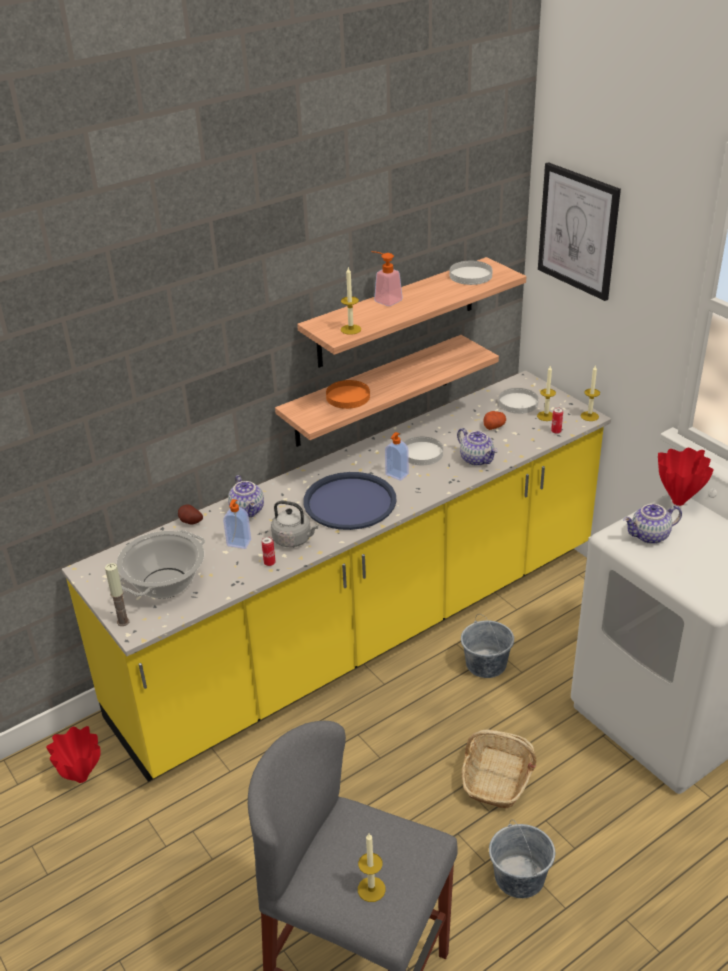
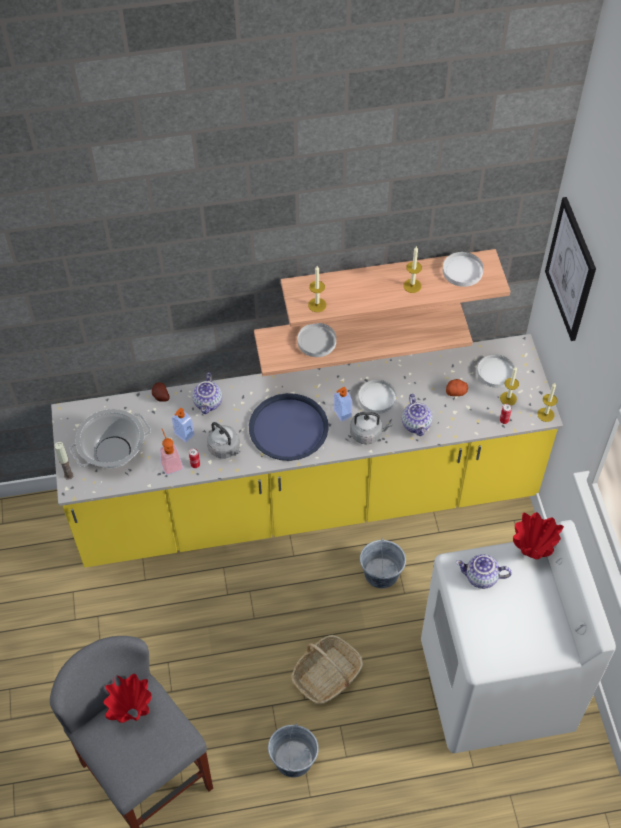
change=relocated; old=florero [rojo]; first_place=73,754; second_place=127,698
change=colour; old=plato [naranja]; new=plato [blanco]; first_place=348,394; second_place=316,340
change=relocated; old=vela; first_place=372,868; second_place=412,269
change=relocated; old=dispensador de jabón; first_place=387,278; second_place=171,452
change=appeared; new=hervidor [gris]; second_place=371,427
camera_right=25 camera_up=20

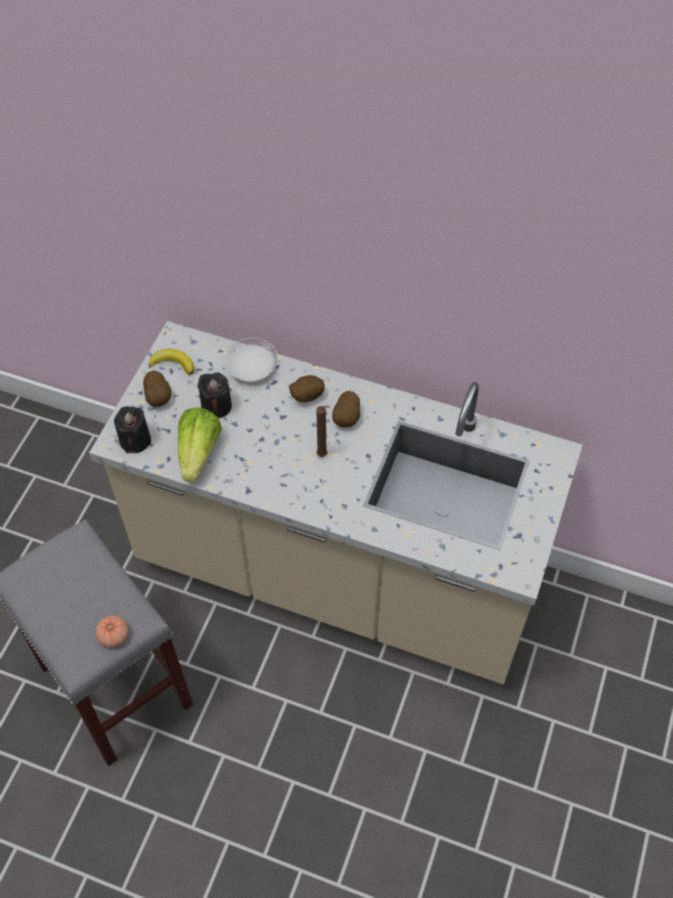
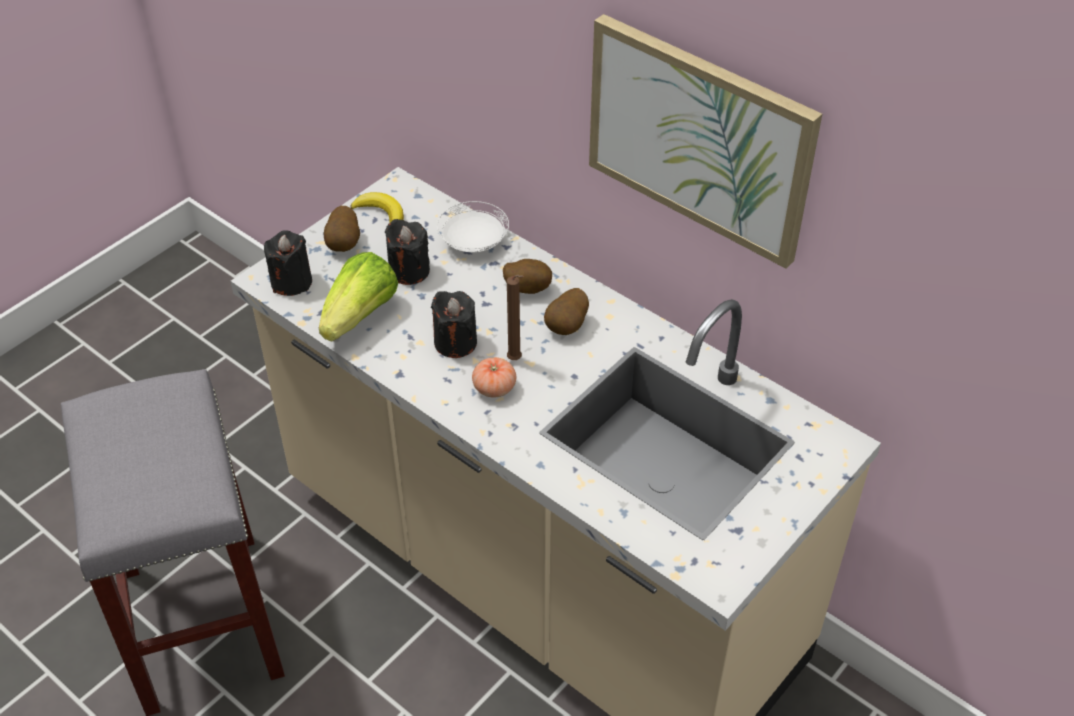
change=relocated; old=tomate; first_place=112,631; second_place=494,377
change=appeared; new=vela [negro]; second_place=454,324
change=appeared; new=cuadro; second_place=705,141
camera_right=20 camera_up=-10

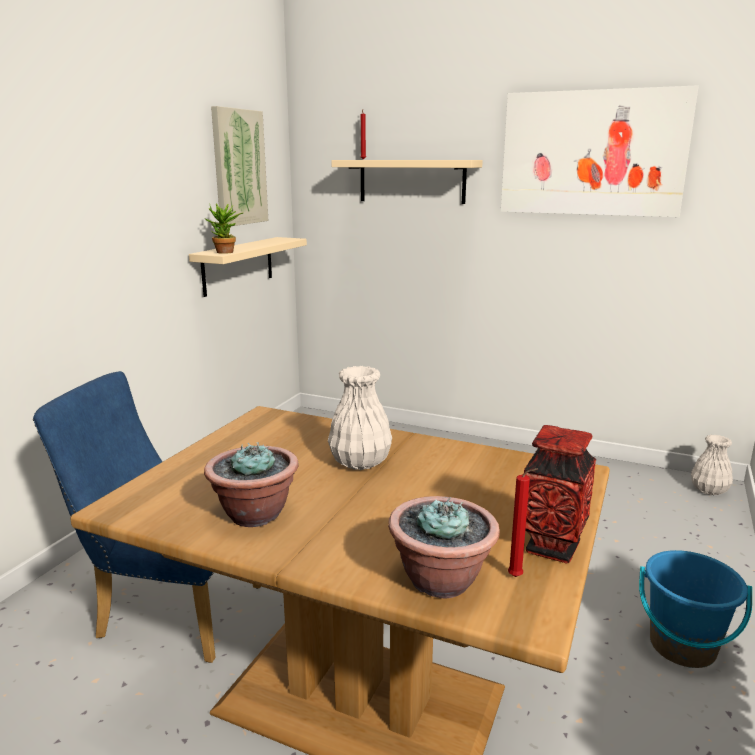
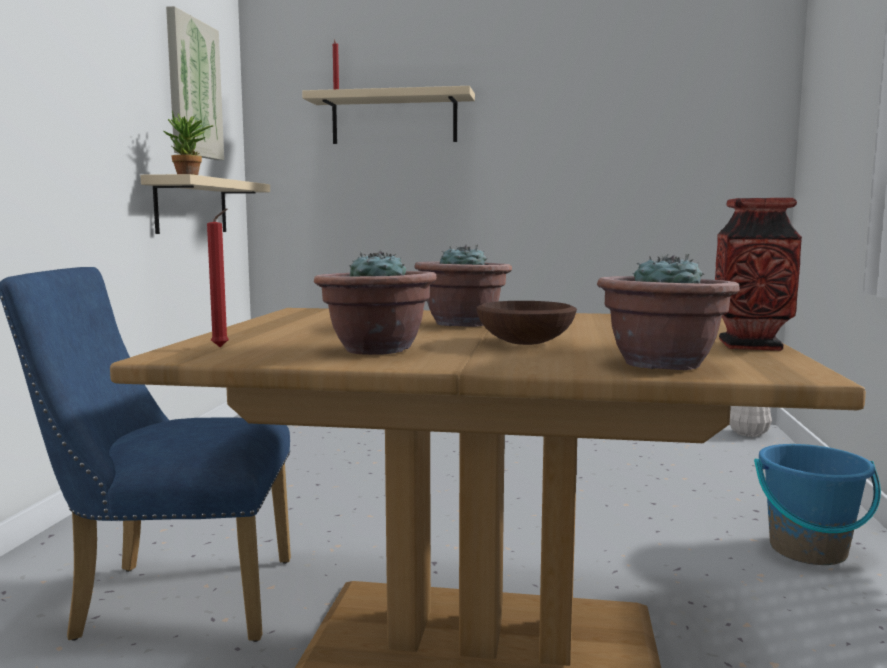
change=exchanged; old=florero [blanco]; new=planta en maceta; first_place=360,418; second_place=463,286
change=missing; old=cuadro; first_place=600,151
change=relocated; old=vela [rojo]; first_place=523,522; second_place=218,278
change=appeared; new=cuenco [marrón]; second_place=526,323
camera_right=-15 camera_up=-10

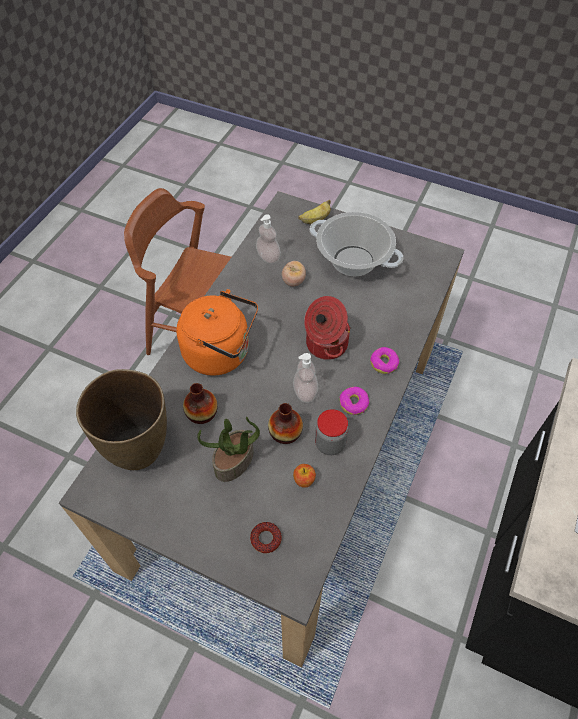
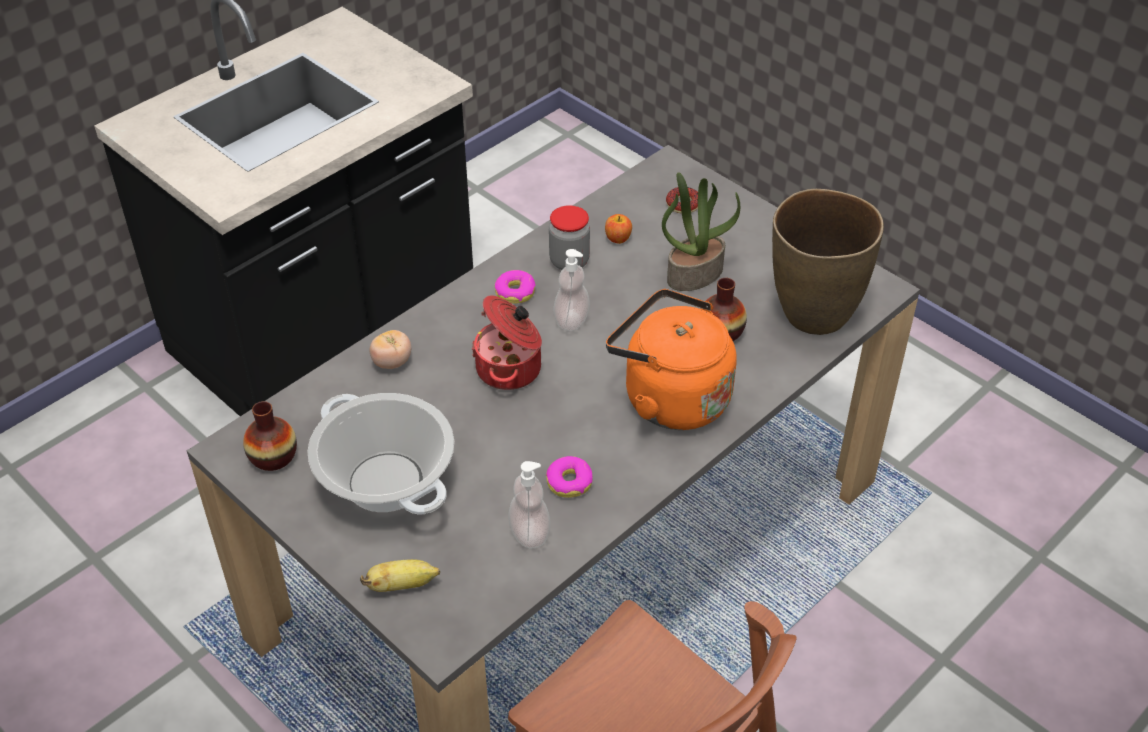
change=relocated; old=florero; first_place=285,423; second_place=270,436
change=relocated; old=tomate; first_place=294,273; second_place=390,349
change=relocated; old=rosquilla; first_place=384,360; second_place=569,477
camera_right=-160 camera_up=-10

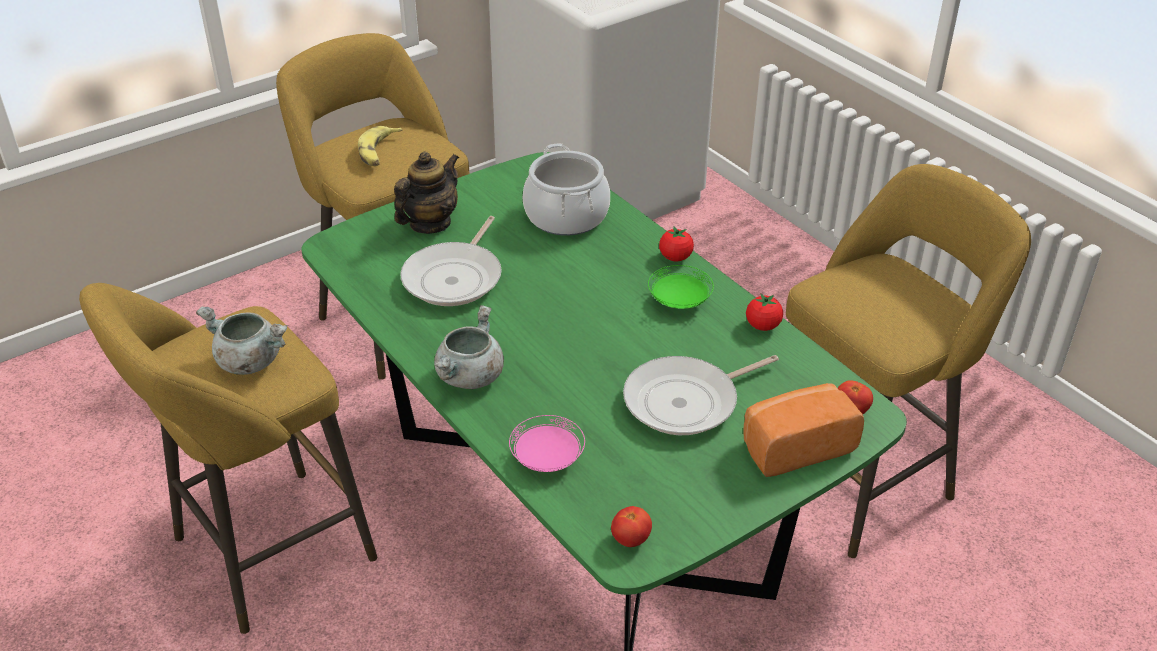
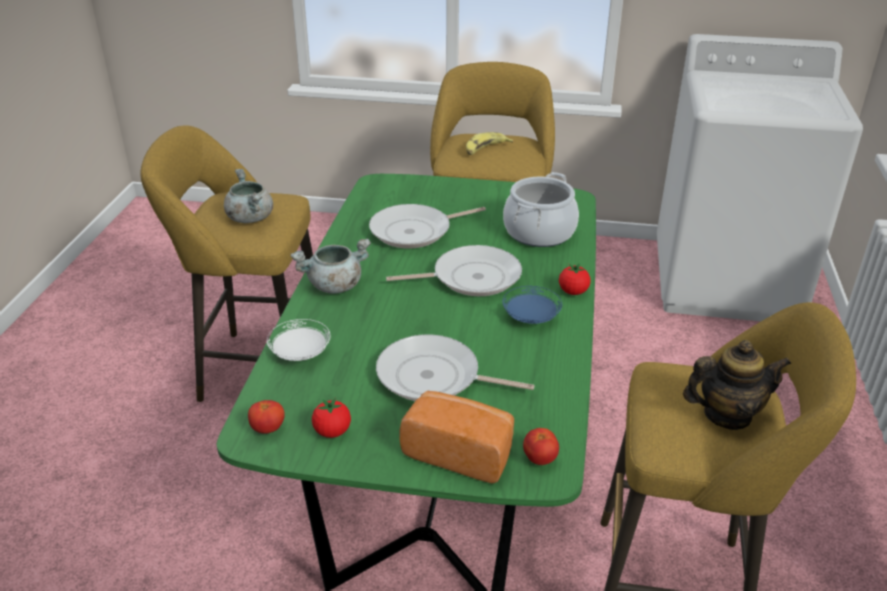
change=relocated; old=tetera; first_place=426,193; second_place=737,385
change=colour; old=plato [rosa]; new=plato [blanco]; first_place=547,443; second_place=299,340
change=colour; old=plato [verde]; new=plato [azul]; first_place=681,287; second_place=532,305
change=relocated; old=tomate; first_place=764,312; second_place=331,417
change=appeared; new=sartén; second_place=454,270
camera_right=45 camera_up=-5

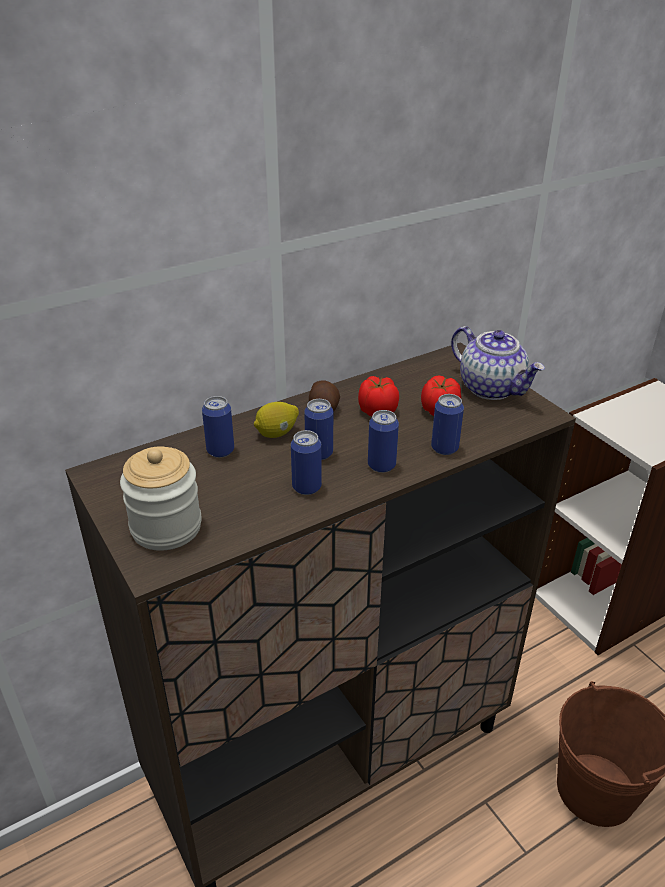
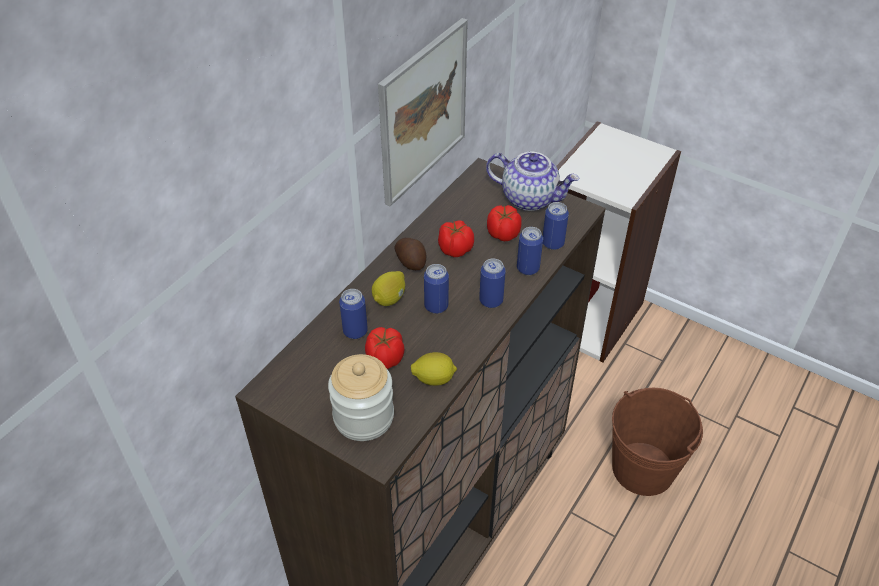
change=relocated; old=lata; first_place=306,462; second_place=556,226
change=appeared; new=tomate; second_place=385,348
change=appeared; new=cuadro; second_place=423,112
change=appeared; new=limón; second_place=434,369
camera_right=-25 camera_up=10

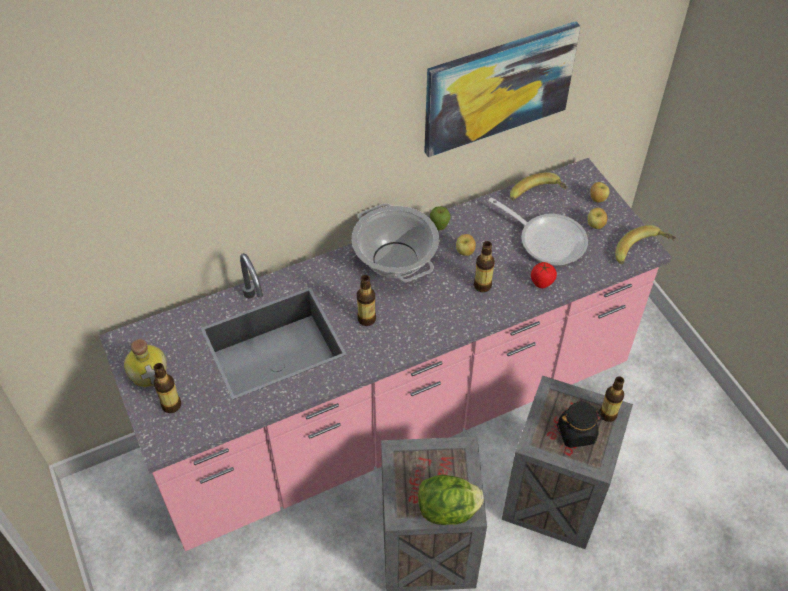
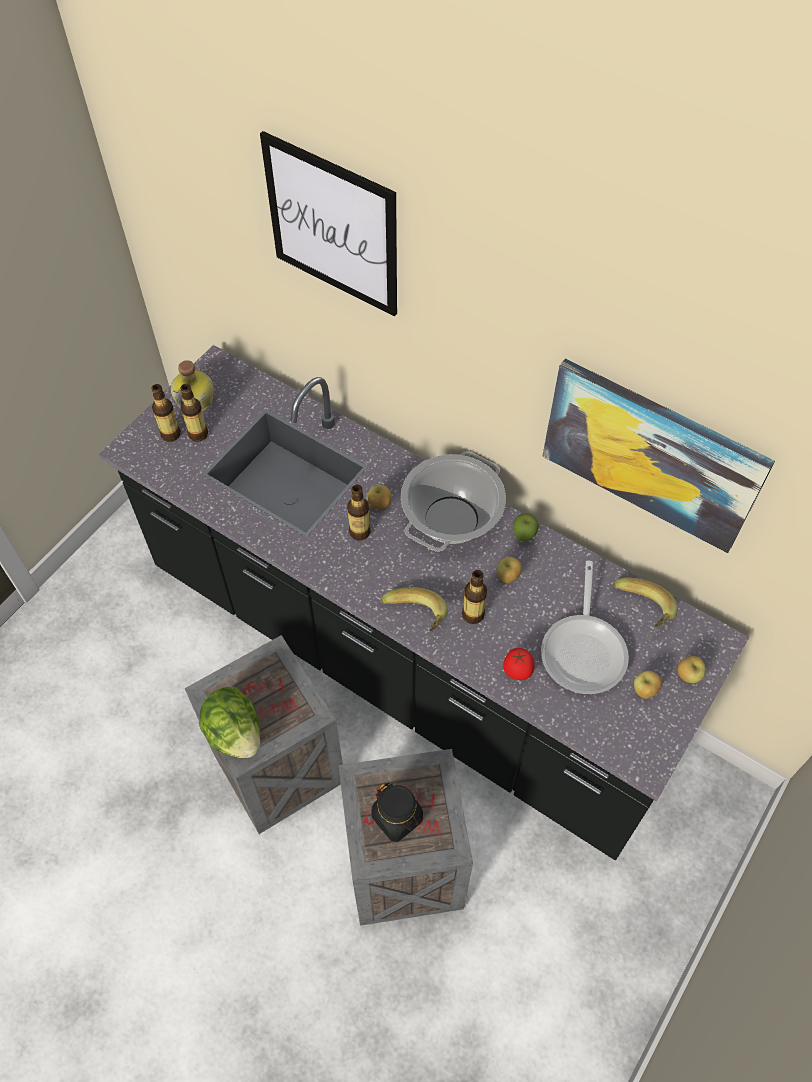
change=colour; old=mueble bajo de cocina [rosa]; new=mueble bajo de cocina [negro]; first_place=385,354; second_place=424,602
change=relocated; old=botella; first_place=611,399; second_place=194,413
change=relocated; old=plátano; first_place=645,244; second_place=414,609
change=appeared; new=cuadro; second_place=328,224
change=appeared; new=manzana; second_place=379,497
camera_right=60 camera_up=5

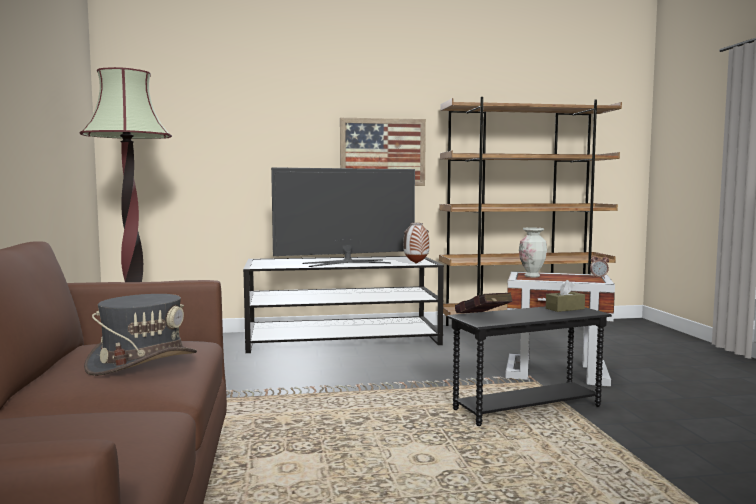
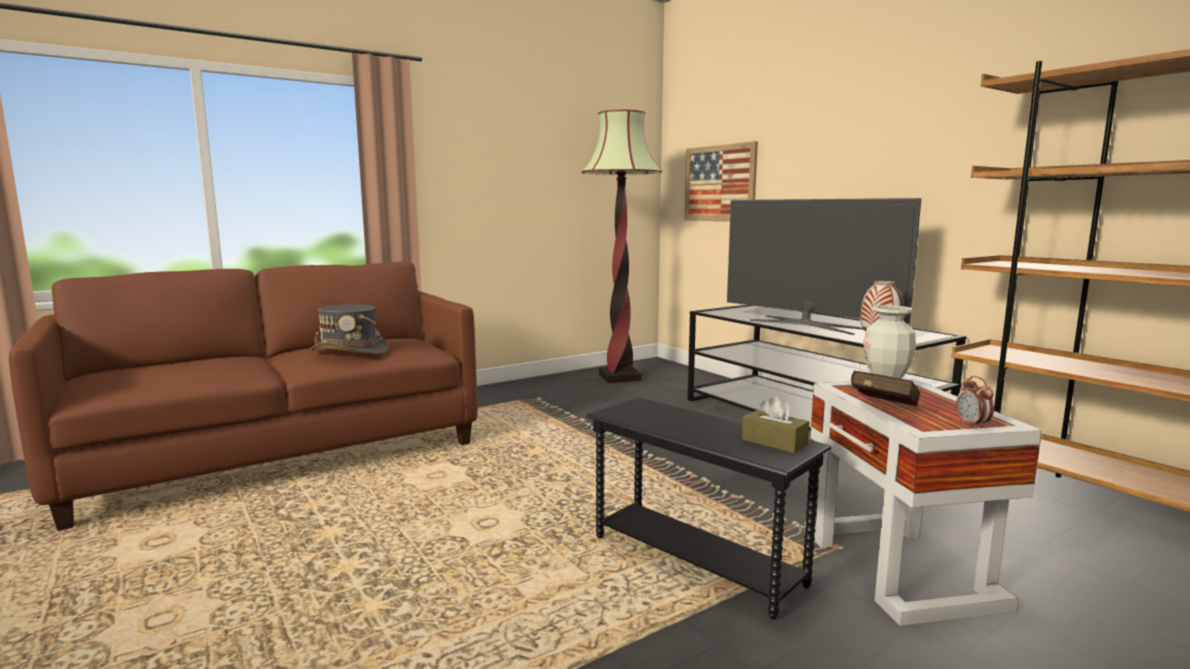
change=relocated; old=cuadro; first_place=383,152; second_place=721,181
change=relocated; old=libro [rojo]; first_place=484,302; second_place=885,388
camera_right=65 camera_up=5

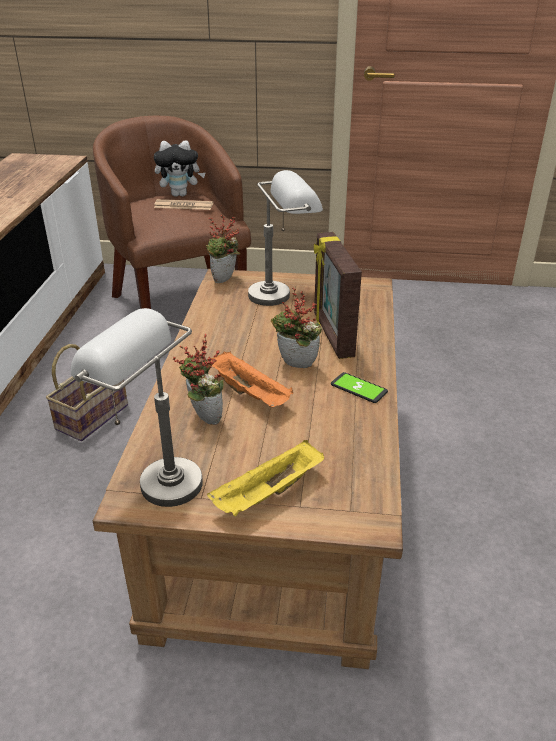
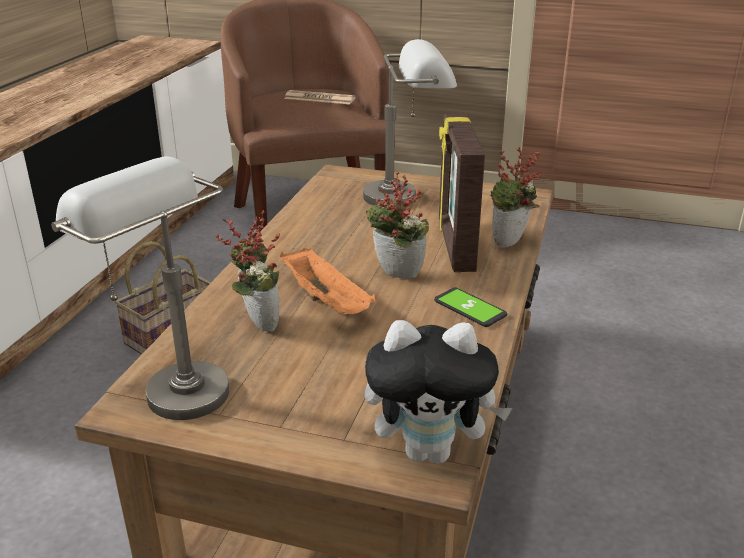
change=relocated; old=peluche; first_place=179,168; second_place=438,392
change=relocated; old=planta en maceta; first_place=223,249; second_place=516,197
change=missing; old=bandeja [amarillo]; first_place=265,478
camera_right=10 camera_up=-5

